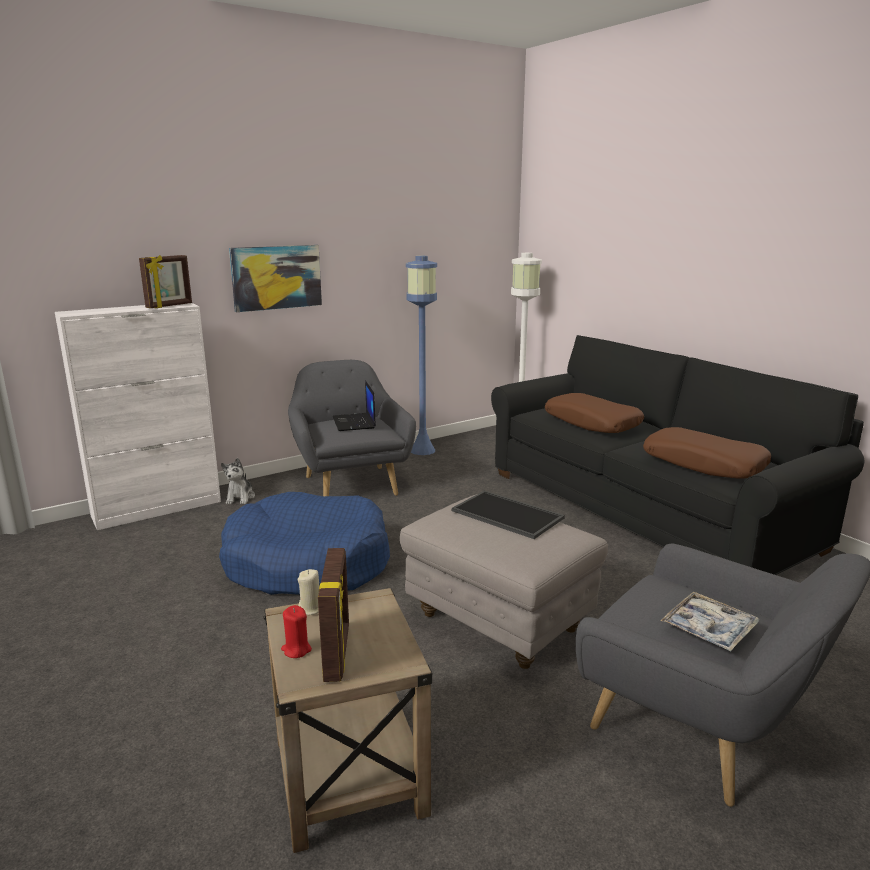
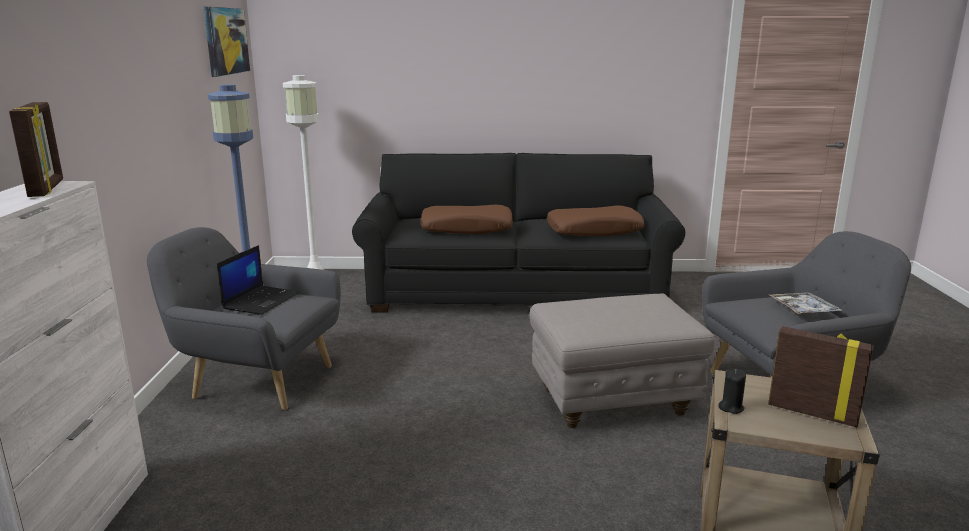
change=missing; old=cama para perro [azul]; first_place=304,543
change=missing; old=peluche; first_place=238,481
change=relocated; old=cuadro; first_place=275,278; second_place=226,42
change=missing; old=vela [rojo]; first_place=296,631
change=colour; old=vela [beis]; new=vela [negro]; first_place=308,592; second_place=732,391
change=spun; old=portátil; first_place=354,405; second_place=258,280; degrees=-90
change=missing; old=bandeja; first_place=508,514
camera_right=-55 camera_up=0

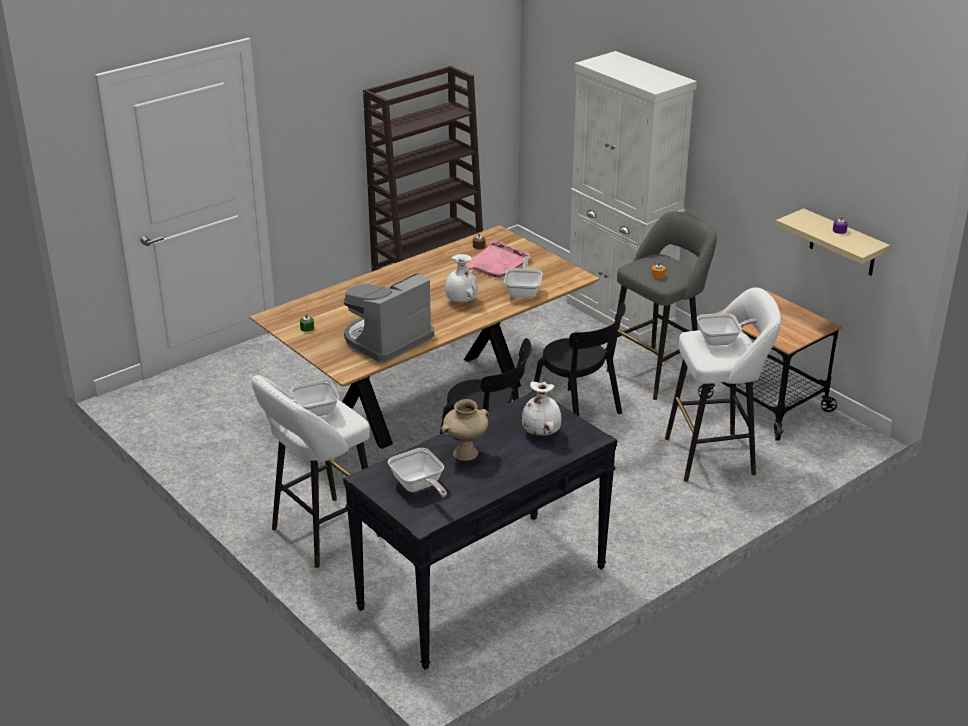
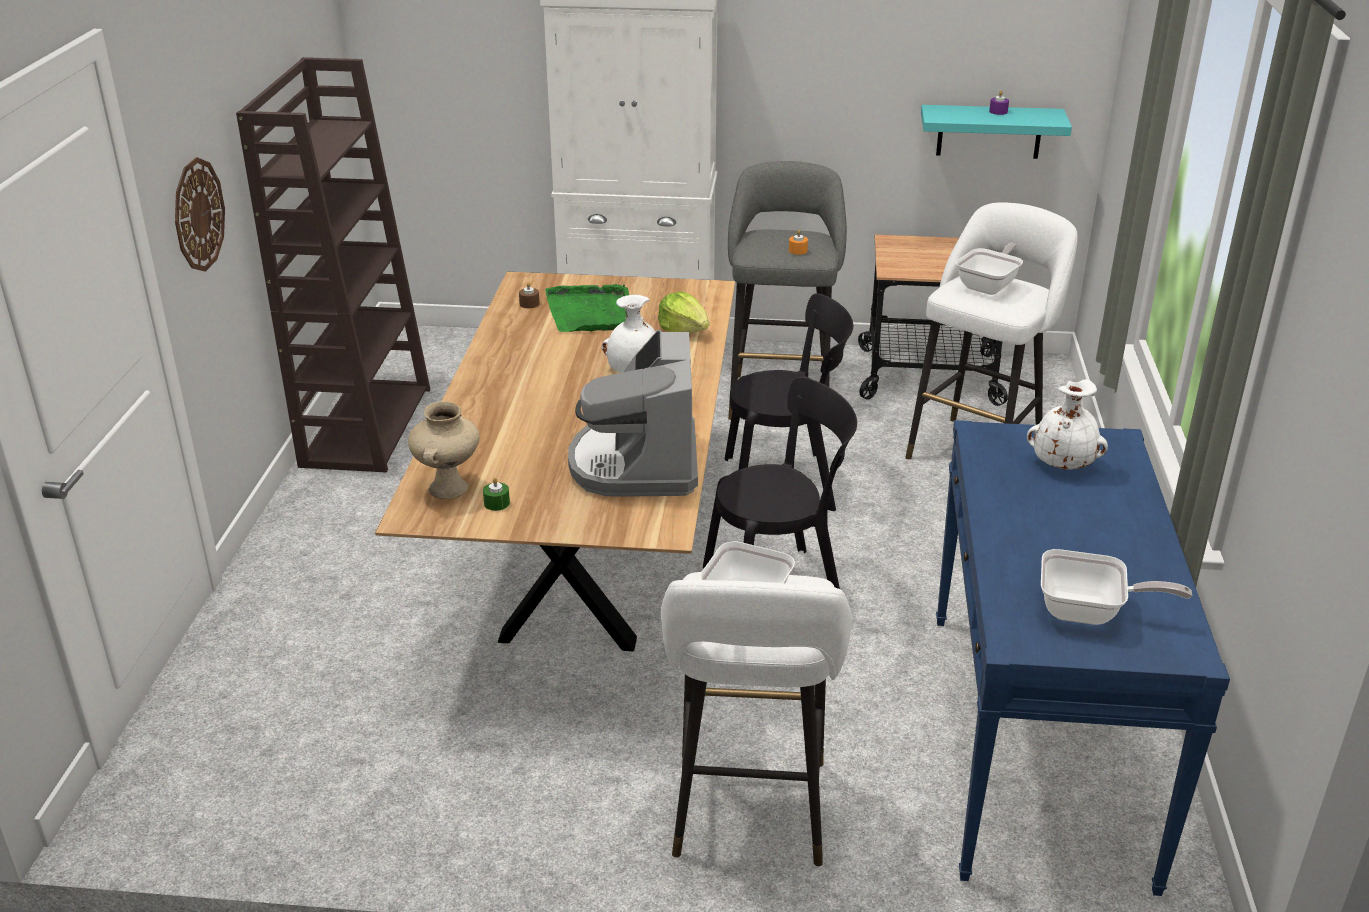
change=colour; old=mesa consola [negro]; new=mesa consola [azul]; first_place=480,530; second_place=1083,658
change=relocated; old=florero [beis]; first_place=465,430; second_place=444,450
change=colour; old=bandeja [rosa]; new=bandeja [verde]; first_place=498,259; second_place=587,308
change=exchanged; old=sartén; new=lechuga; first_place=523,277; second_place=683,312
change=colour; old=estante [beis]; new=estante [turquesa]; first_place=832,242; second_place=996,132
change=appeared; new=reloj de pared; second_place=200,214
camera_right=-45 camera_up=0

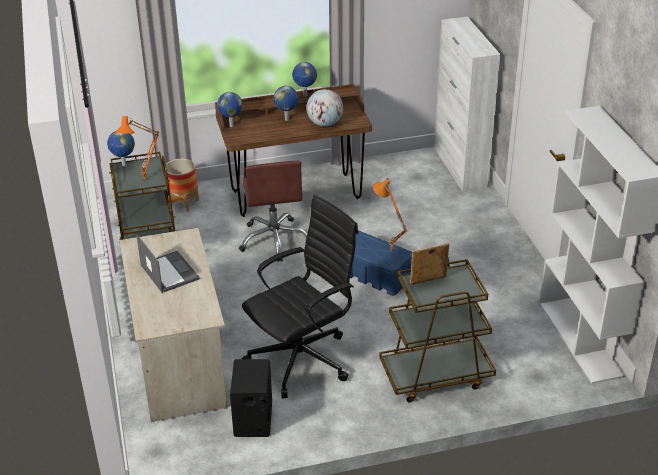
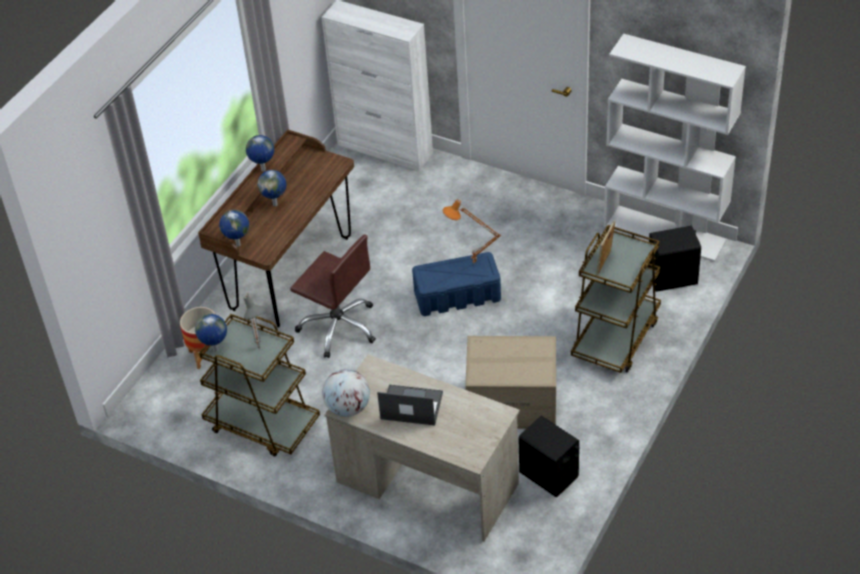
change=colour; old=lámpara de mesa [naranja]; new=lámpara de mesa [gris]; first_place=137,148; second_place=254,321
change=exchanged; old=silla de oficina [negro]; new=caja de cartón; first_place=300,297; second_place=510,382
change=relocated; old=globo terráqueo; first_place=324,107; second_place=346,393
change=appeared; new=altavoz [negro]; second_place=674,259
camera_right=-45 camera_up=10

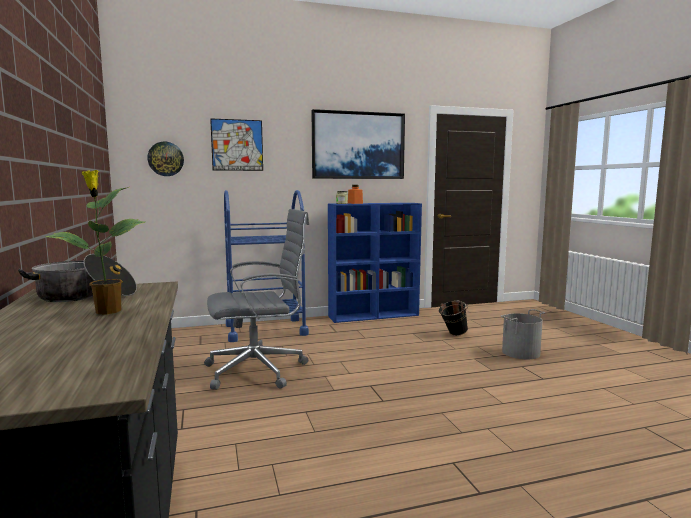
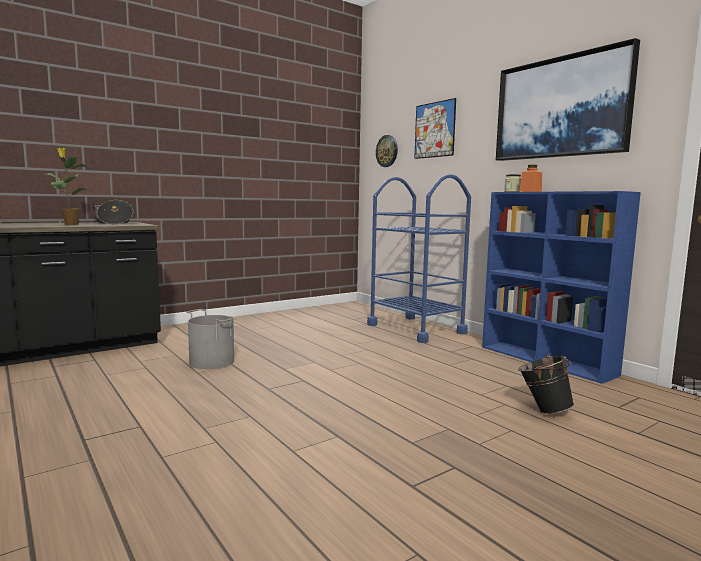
change=missing; old=silla de oficina [gris]; first_place=256,299
change=relocated; old=cubo [gris]; first_place=523,334; second_place=211,339
camera_right=70 camera_up=0

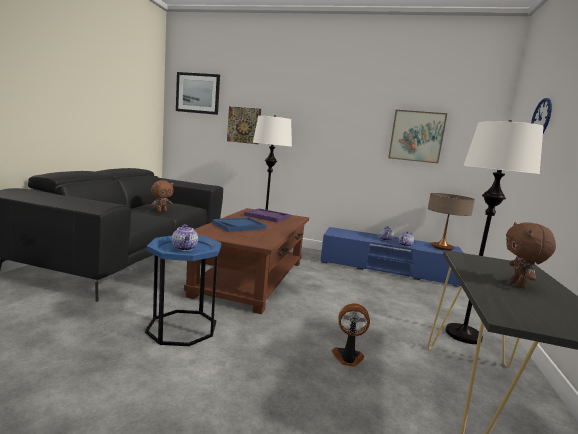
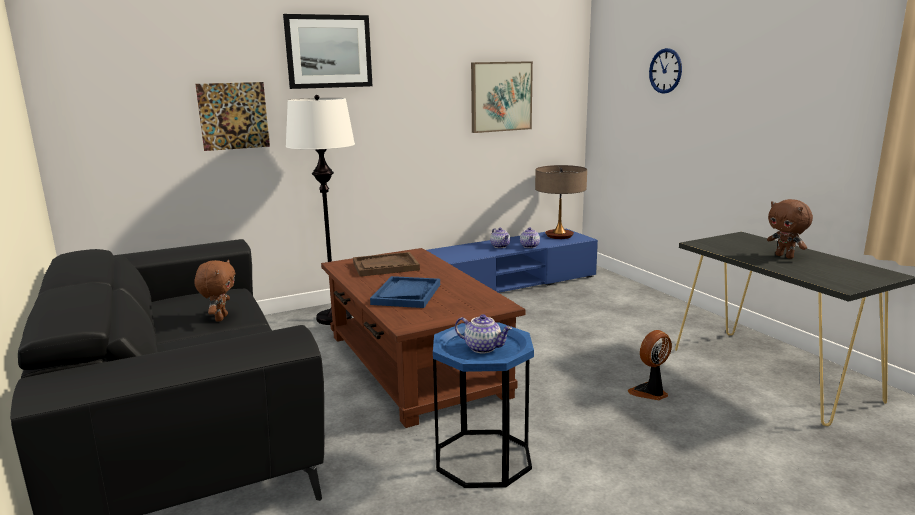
change=relocated; old=cuadro; first_place=198,93; second_place=327,51
change=colour; old=bandeja [morado]; new=bandeja [marrón]; first_place=267,215; second_place=386,264
change=missing; old=lámpara de pie [blanco]; first_place=494,232
camera_right=-40 camera_up=5

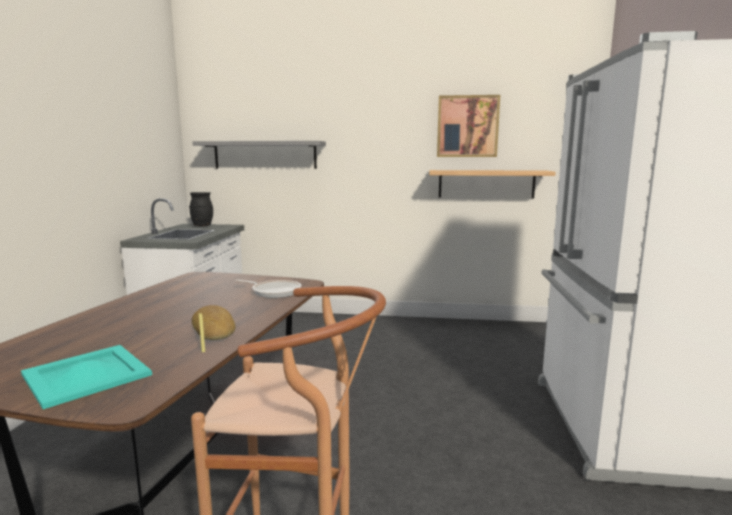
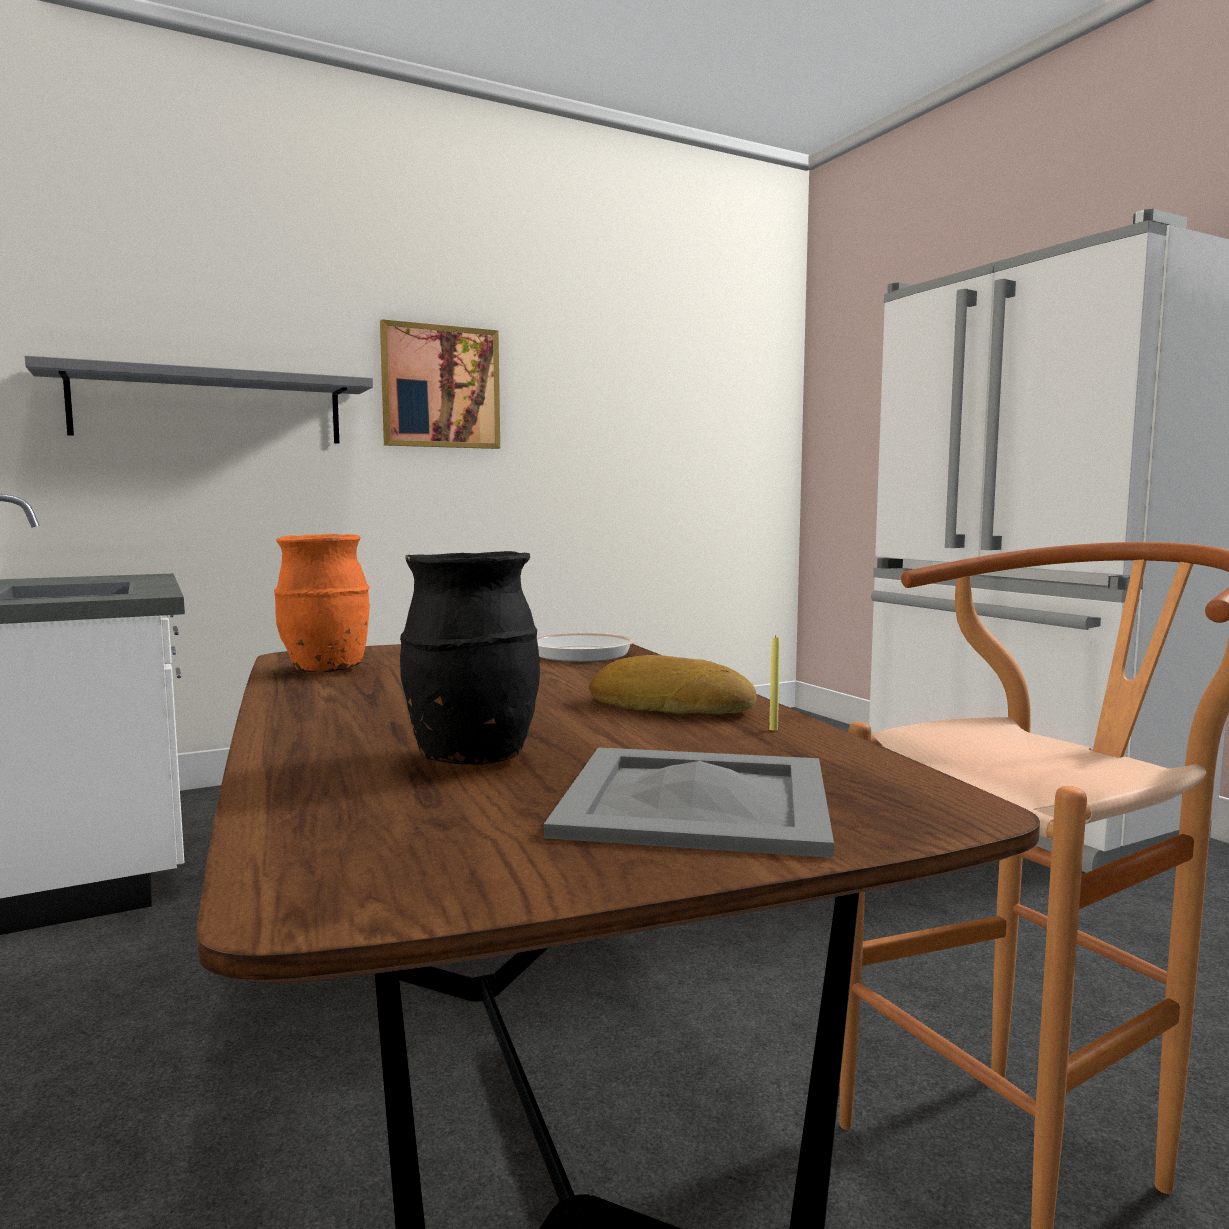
change=colour; old=bandeja [turquesa]; new=bandeja [gris]; first_place=86,377; second_place=689,802
change=relocated; old=florero [negro]; first_place=201,209; second_place=470,657
change=missing; old=estante; first_place=492,184
change=relocated; old=cuadro; first_place=468,126; second_place=440,384
change=appeared; new=florero [naranja]; second_place=322,603
camera_right=-35 camera_up=-5

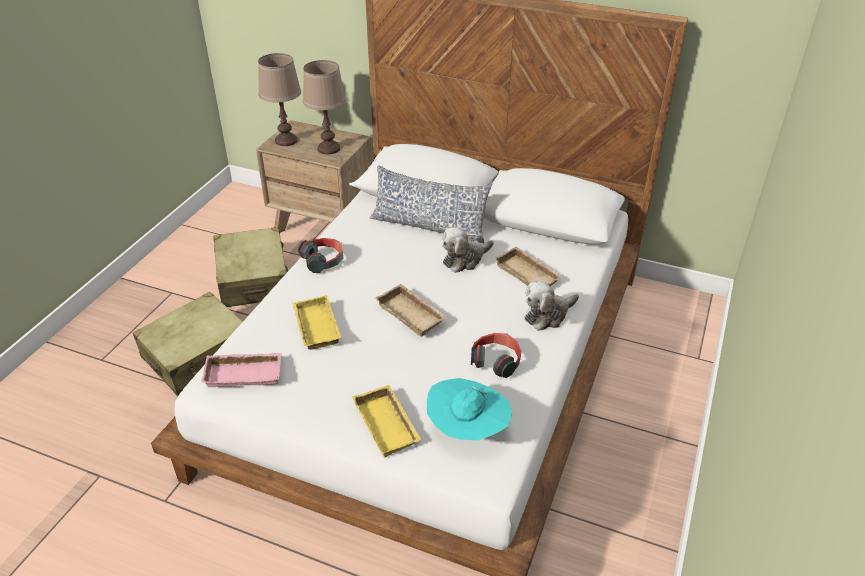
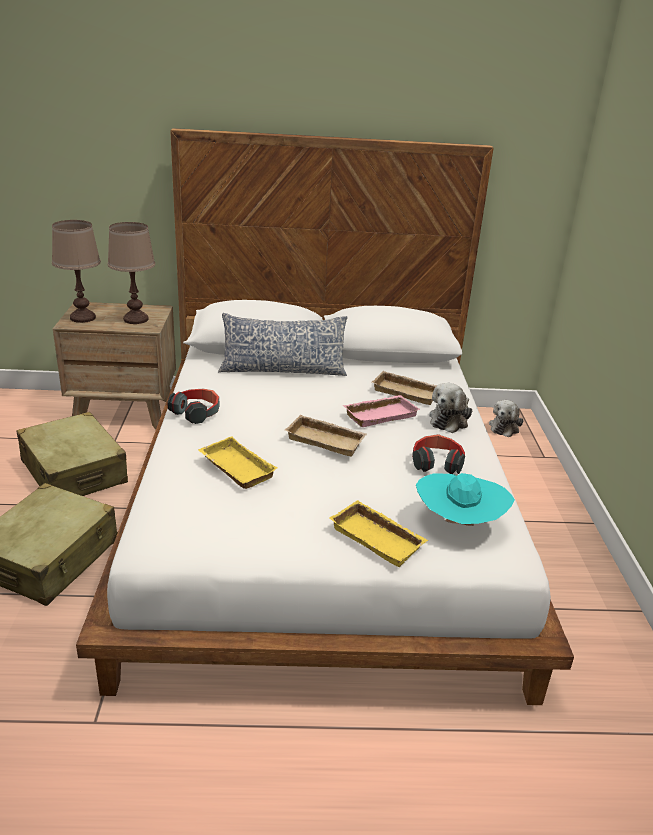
change=relocated; old=bandeja [rosa]; first_place=241,370; second_place=381,411
change=relocated; old=peluche; first_place=468,250; second_place=506,418
camera_right=-25 camera_up=-10

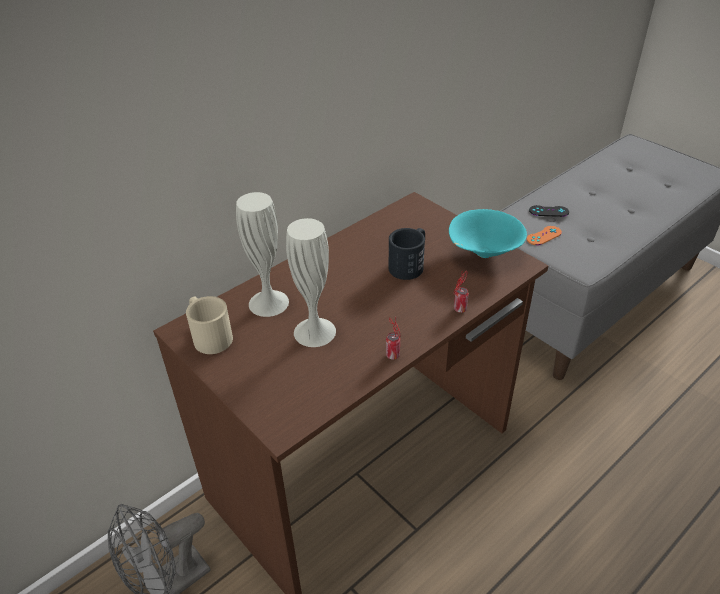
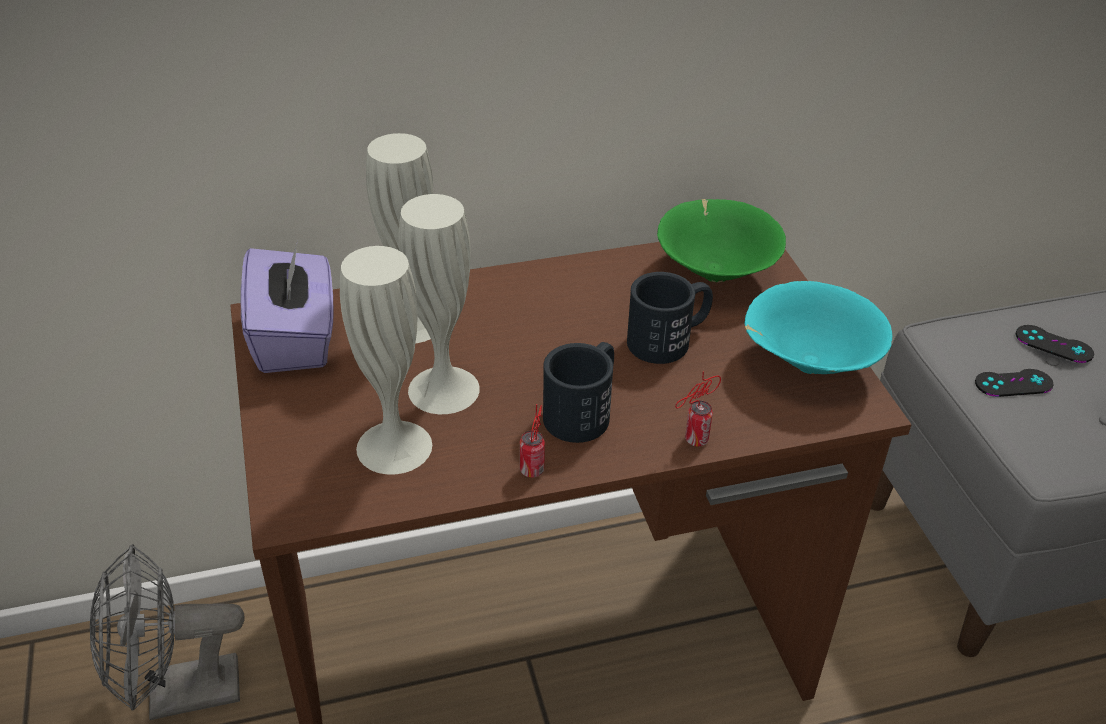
change=exchanged; old=taza grande [beis]; new=caja de pañuelos [morado]; first_place=209,325; second_place=287,306
change=colour; old=mando de consola [naranja]; new=mando de consola [negro]; first_place=544,235; second_place=1014,383
change=appeared; new=florero [blanco]; second_place=386,360
change=appeared; new=taza grande [negro]; second_place=578,392
change=appeared; new=cuenco [verde]; second_place=721,240
camera_right=25 camera_up=0

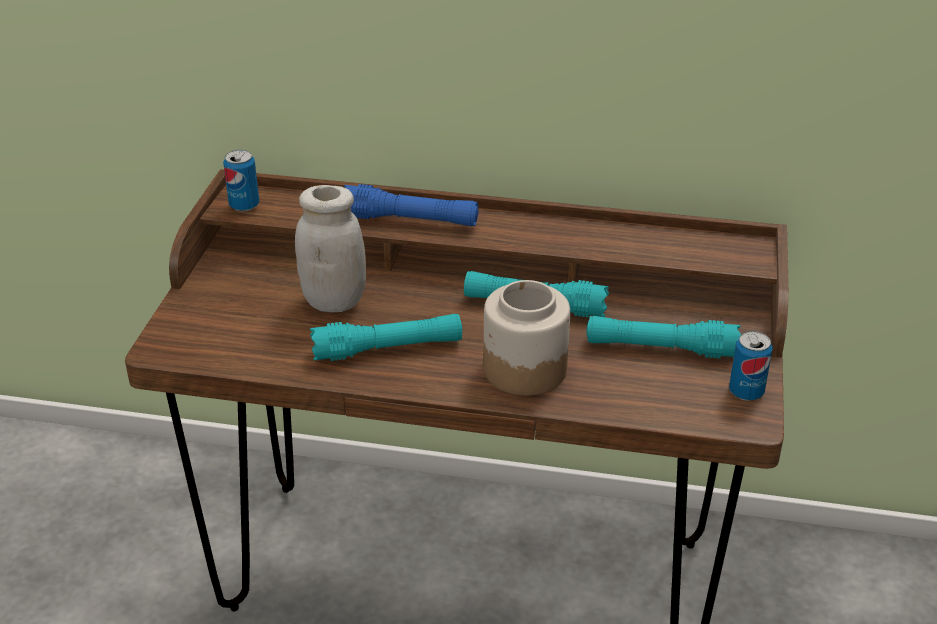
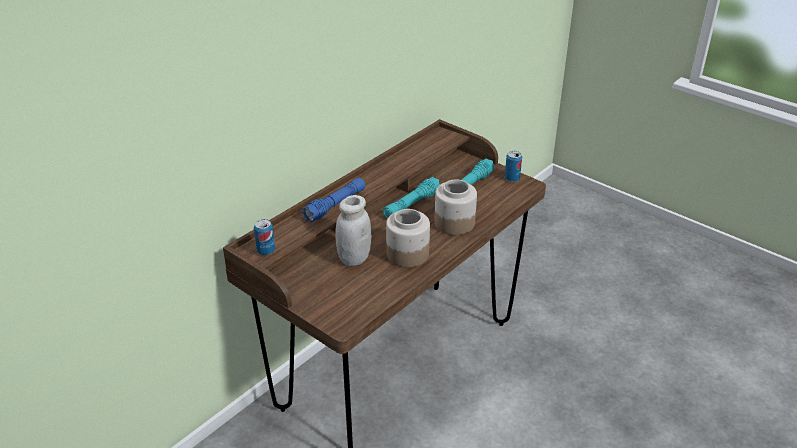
change=exchanged; old=linterna [turquesa]; new=tarro; first_place=386,337; second_place=408,238
camera_right=-60 camera_up=0

